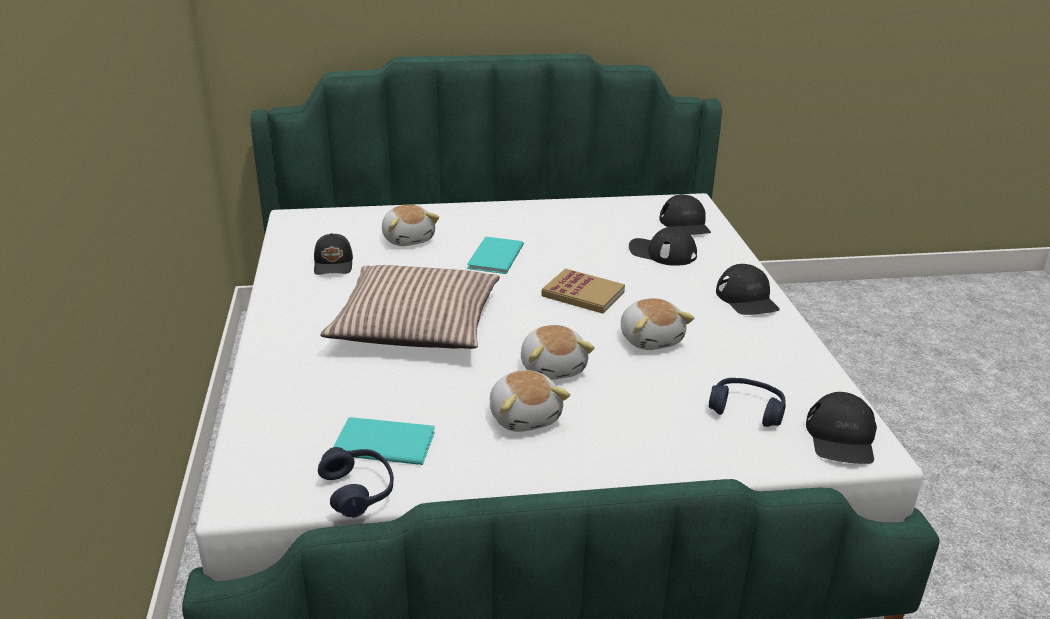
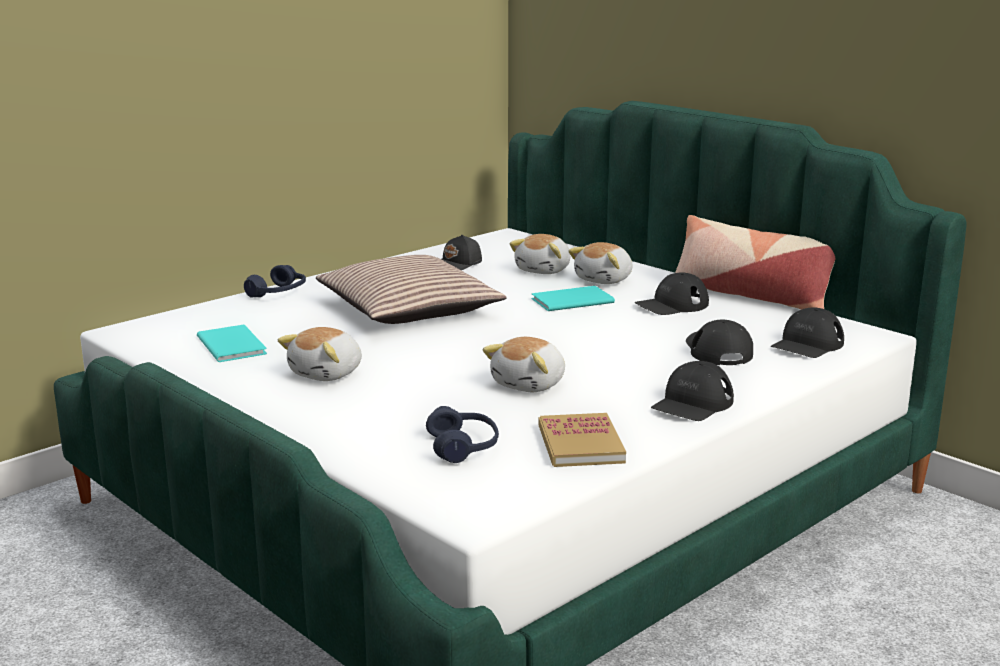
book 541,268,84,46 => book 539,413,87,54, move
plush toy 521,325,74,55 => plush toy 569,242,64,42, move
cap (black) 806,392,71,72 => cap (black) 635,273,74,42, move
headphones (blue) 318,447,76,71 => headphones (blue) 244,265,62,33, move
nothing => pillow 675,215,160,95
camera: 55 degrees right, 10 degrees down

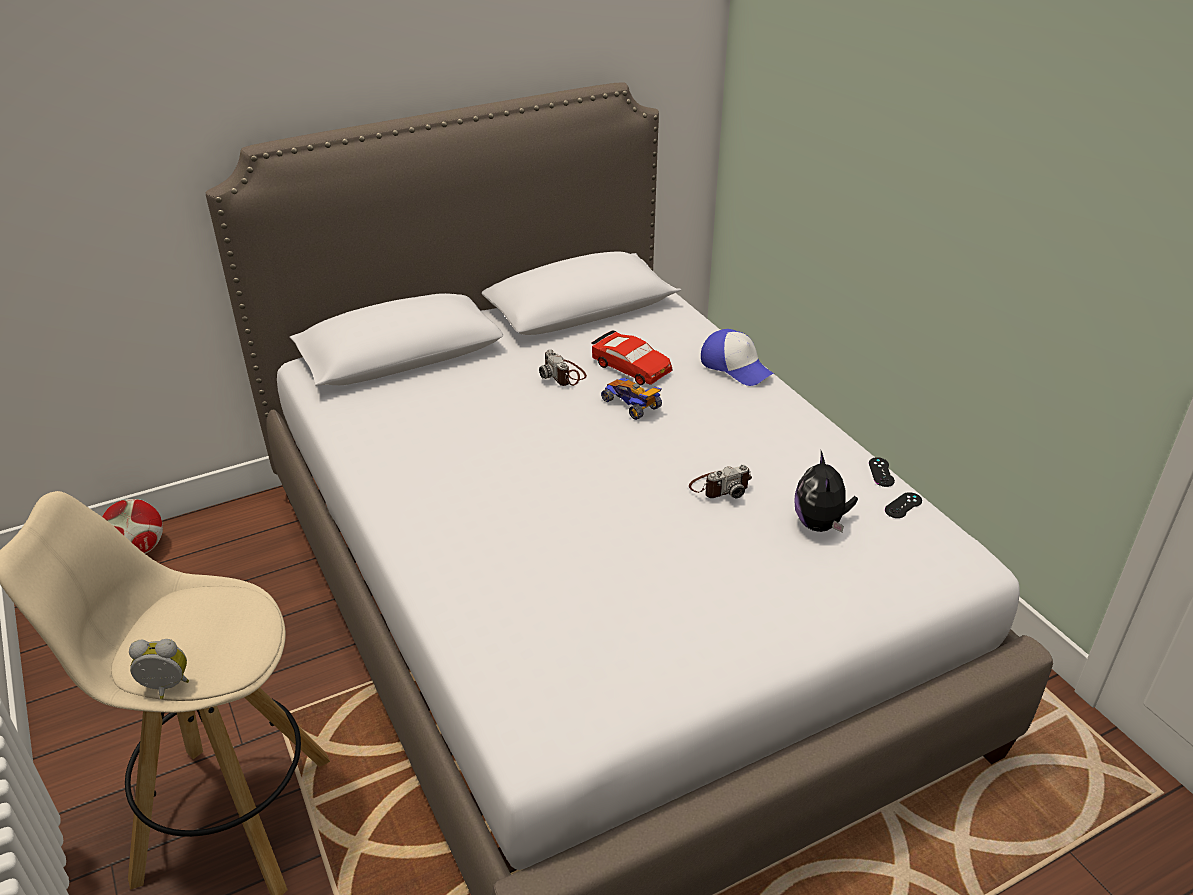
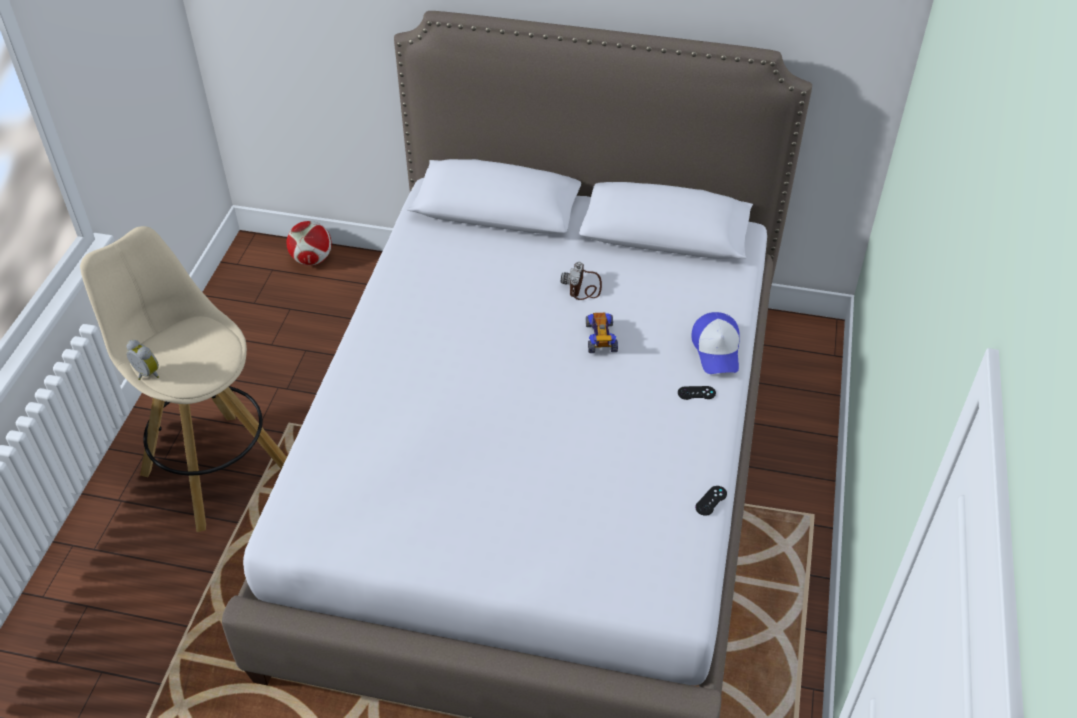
toy car (red) 591,330,81,55 => nothing
plush toy 795,451,63,82 => nothing
photo camera 689,465,63,33 => nothing
game controller (black) 885,492,37,26 => game controller (black) 678,386,38,14, move
camera: 40 degrees right, 10 degrees up

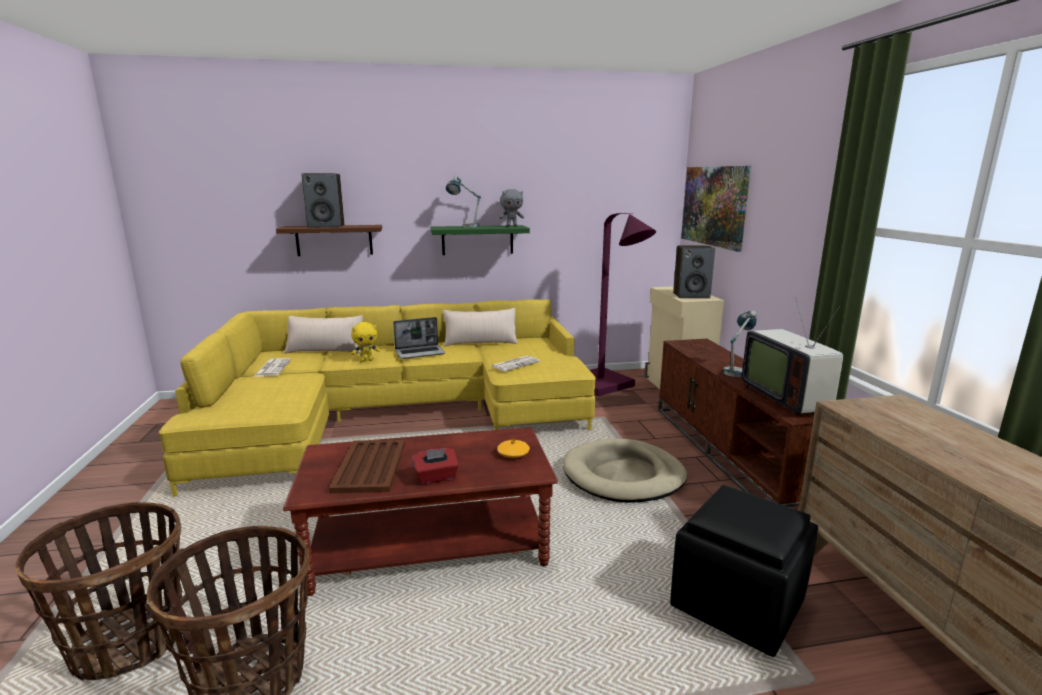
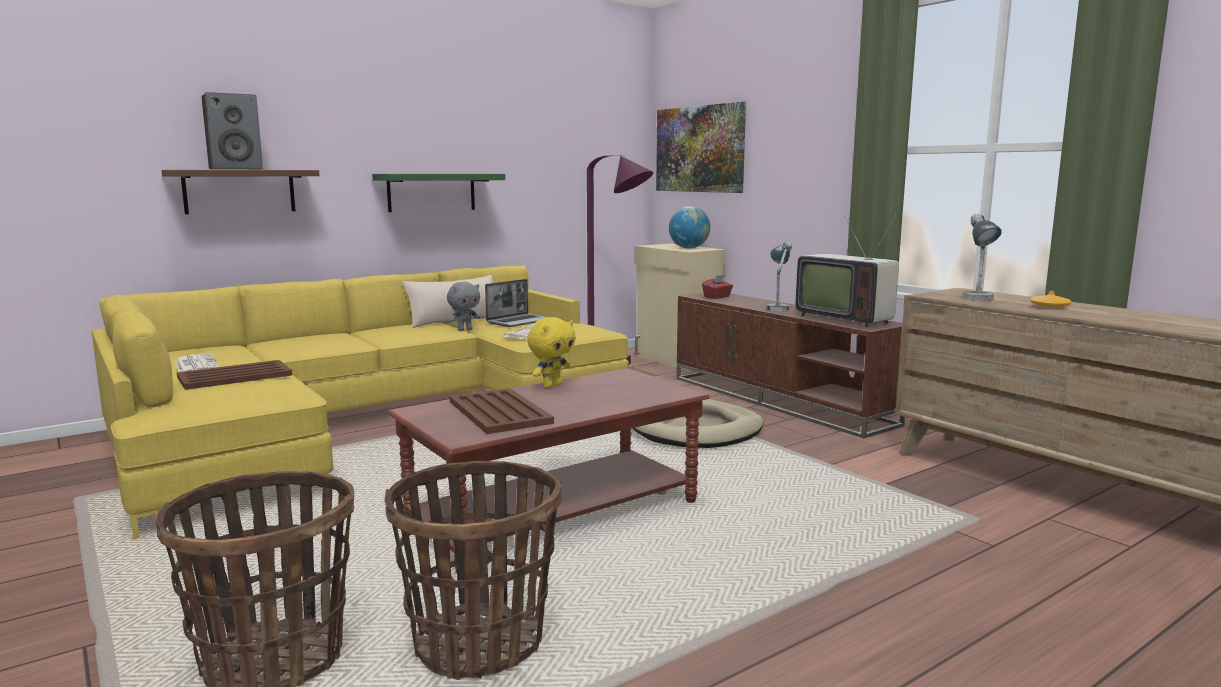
table lamp 446,176,35,52 => table lamp 962,214,40,87, move
plush toy (grey) 499,189,25,37 => plush toy (grey) 447,282,33,49, move
speaker 673,245,42,53 => globe 669,206,41,43
pillow (beige) 284,315,79,39 => nothing
laptop 393,317,52,42 => laptop 485,279,63,48, move
plush toy (yellow) 351,322,29,40 => plush toy (yellow) 527,317,49,71, move
vase (orange) 497,439,33,19 => vase (orange) 1030,291,42,17, move
tissue box (red) 412,448,47,36 => tissue box (red) 702,275,31,24, move
ottoman (black) 670,485,148,172 => nothing
nothing => tray (brown) 177,360,115,30
camera: 25 degrees left, 5 degrees down

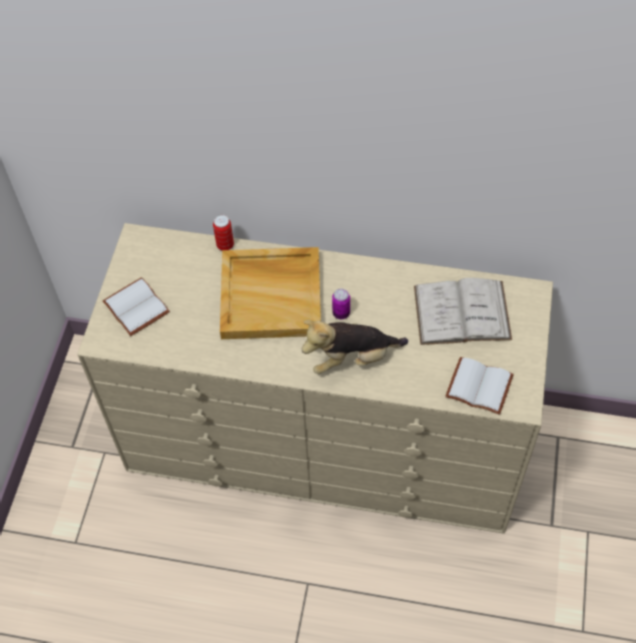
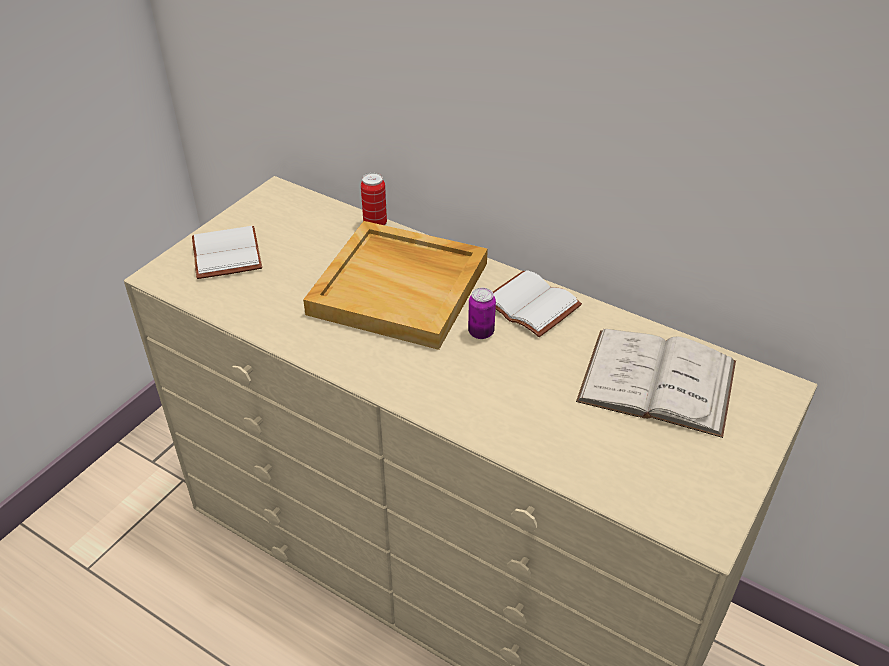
plush toy 302,320,106,54 => nothing
book (white) 445,357,69,58 => book (white) 493,270,89,67, move
camera: 20 degrees right, 15 degrees down

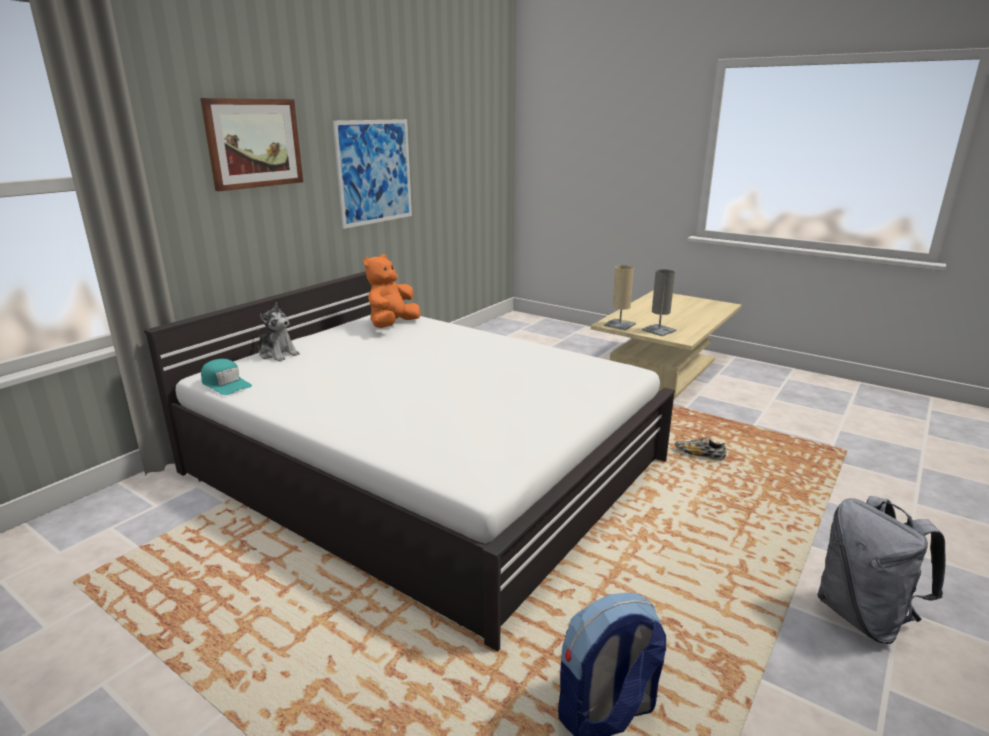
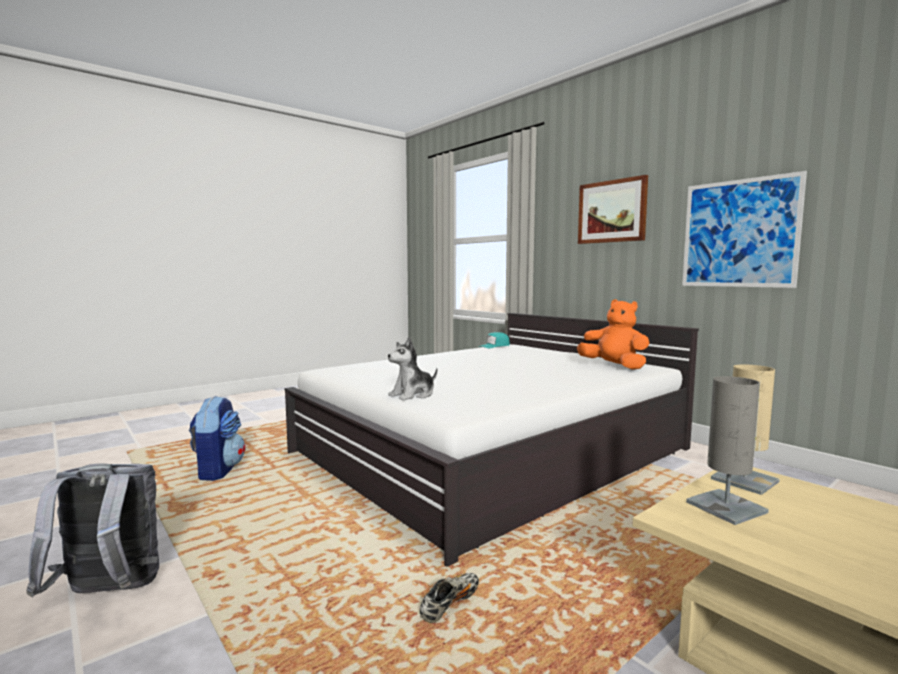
plush toy 257,302,43,59 => plush toy 388,337,50,63, move
camera: 105 degrees right, 15 degrees down

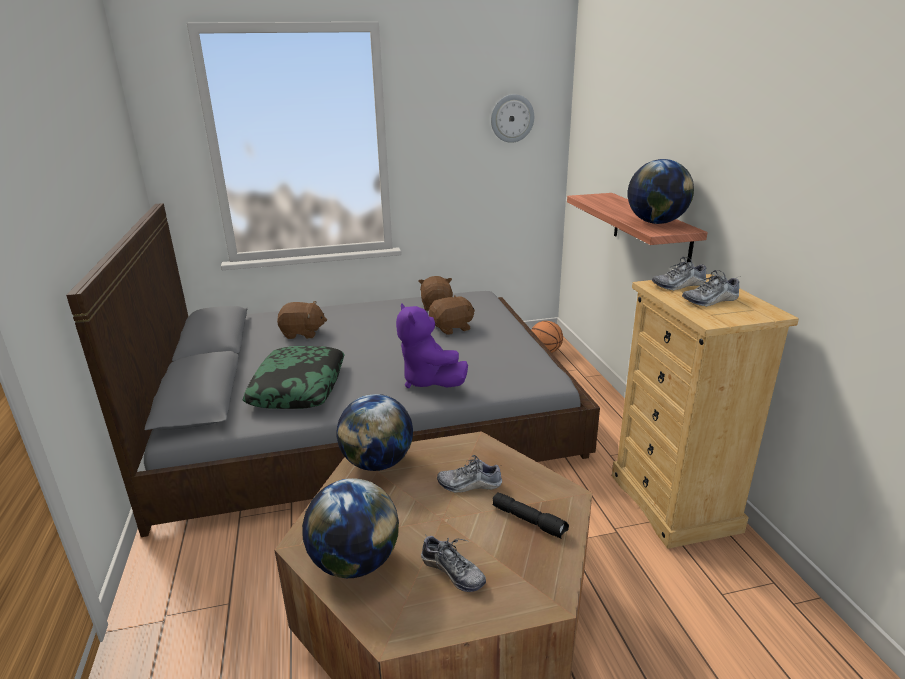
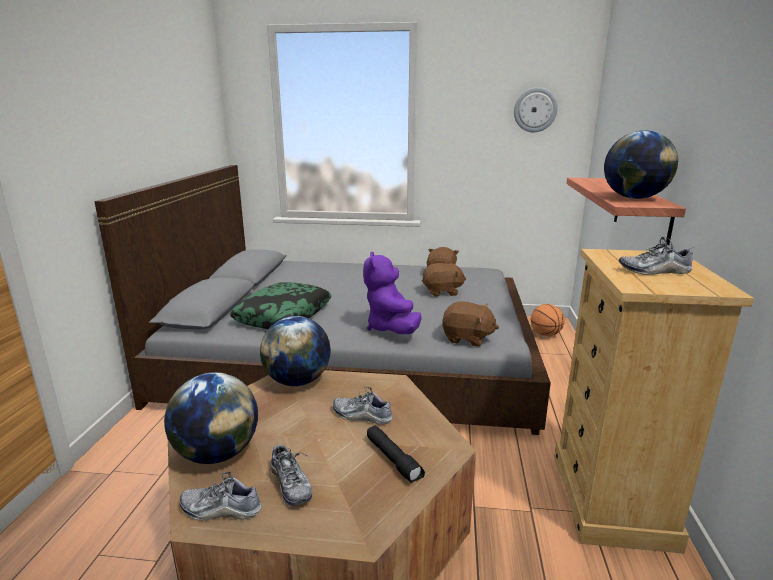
shoe 652,256,54,35 => shoe 180,472,81,48, move
plush toy (brown) 277,301,50,38 => plush toy (brown) 442,301,57,46, move
camera: 20 degrees right, 5 degrees down

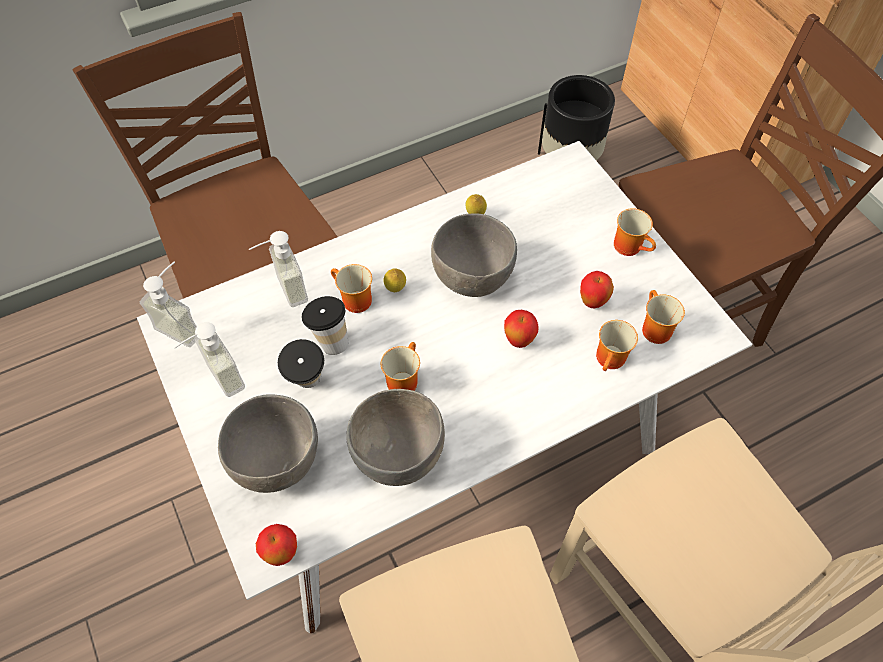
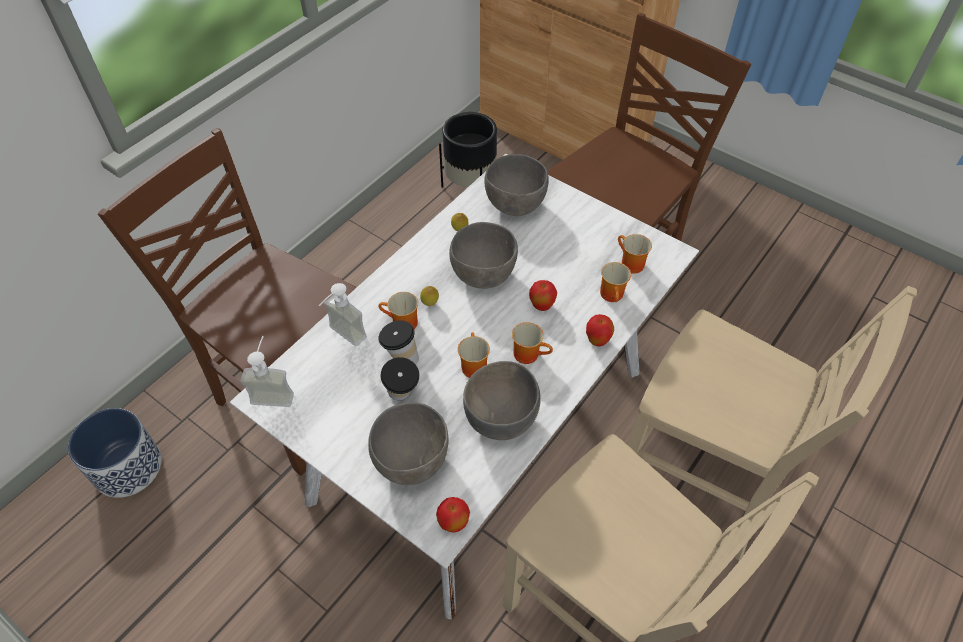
mug 614,208,42,48 => mug 512,322,41,42, move
apple 580,271,34,37 => apple 586,314,28,33, move
soap dispenser 174,322,71,75 => nothing
nothing => bowl (grey) 485,154,64,62
nothing => planter 68,408,93,90
camera: 25 degrees left, 5 degrees down

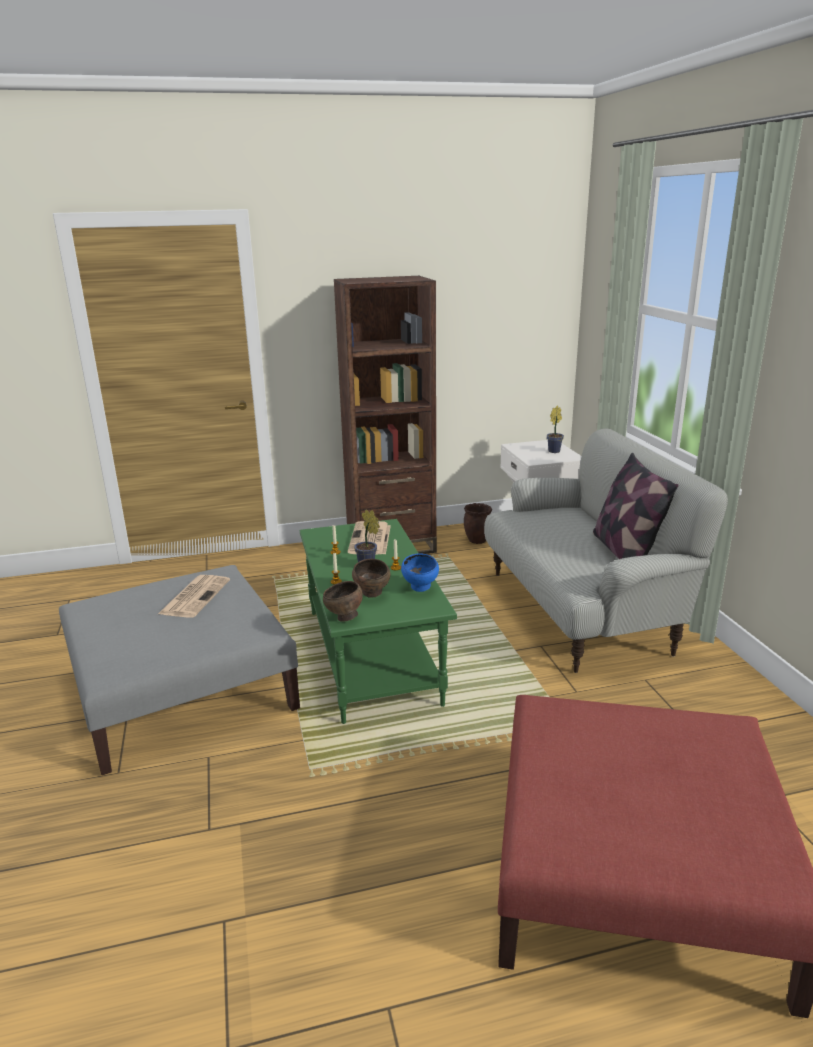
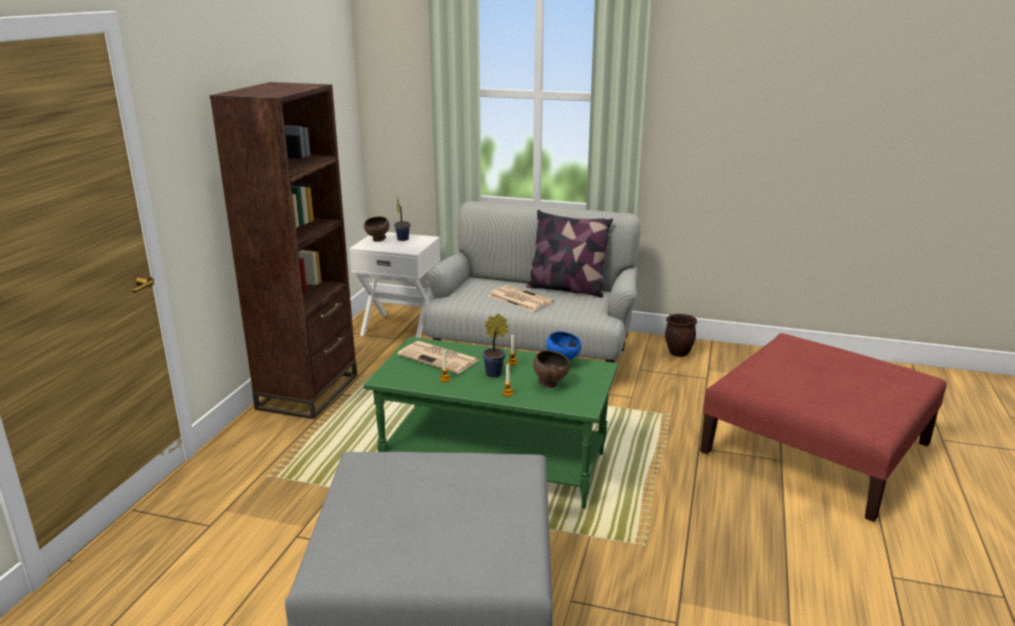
planter (brown) 464,503,28,41 => planter (brown) 665,314,32,43, move
newspaper 158,575,72,43 => newspaper 488,285,66,27, move
bowl (brown) 323,581,40,41 => bowl (brown) 364,216,25,26, move
camera: 60 degrees left, 0 degrees up

